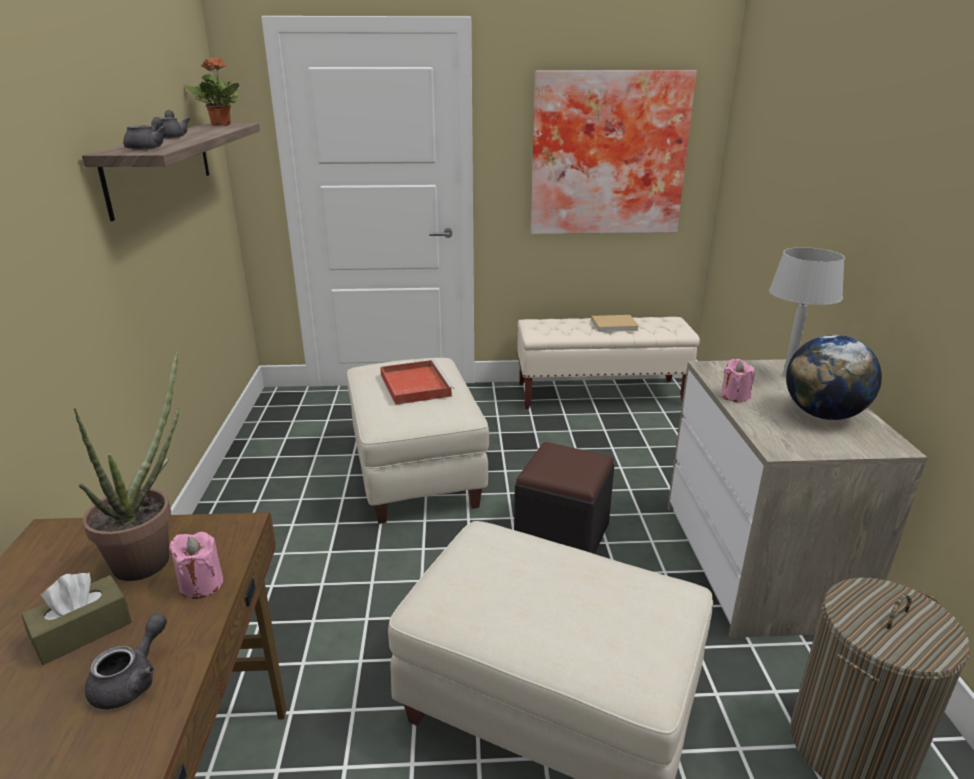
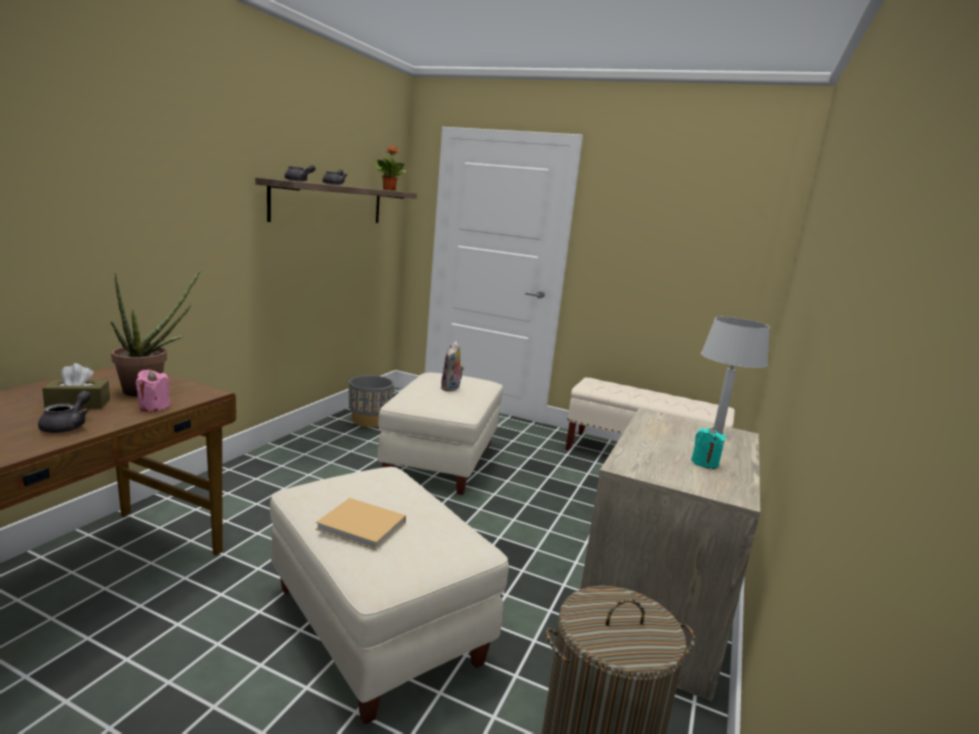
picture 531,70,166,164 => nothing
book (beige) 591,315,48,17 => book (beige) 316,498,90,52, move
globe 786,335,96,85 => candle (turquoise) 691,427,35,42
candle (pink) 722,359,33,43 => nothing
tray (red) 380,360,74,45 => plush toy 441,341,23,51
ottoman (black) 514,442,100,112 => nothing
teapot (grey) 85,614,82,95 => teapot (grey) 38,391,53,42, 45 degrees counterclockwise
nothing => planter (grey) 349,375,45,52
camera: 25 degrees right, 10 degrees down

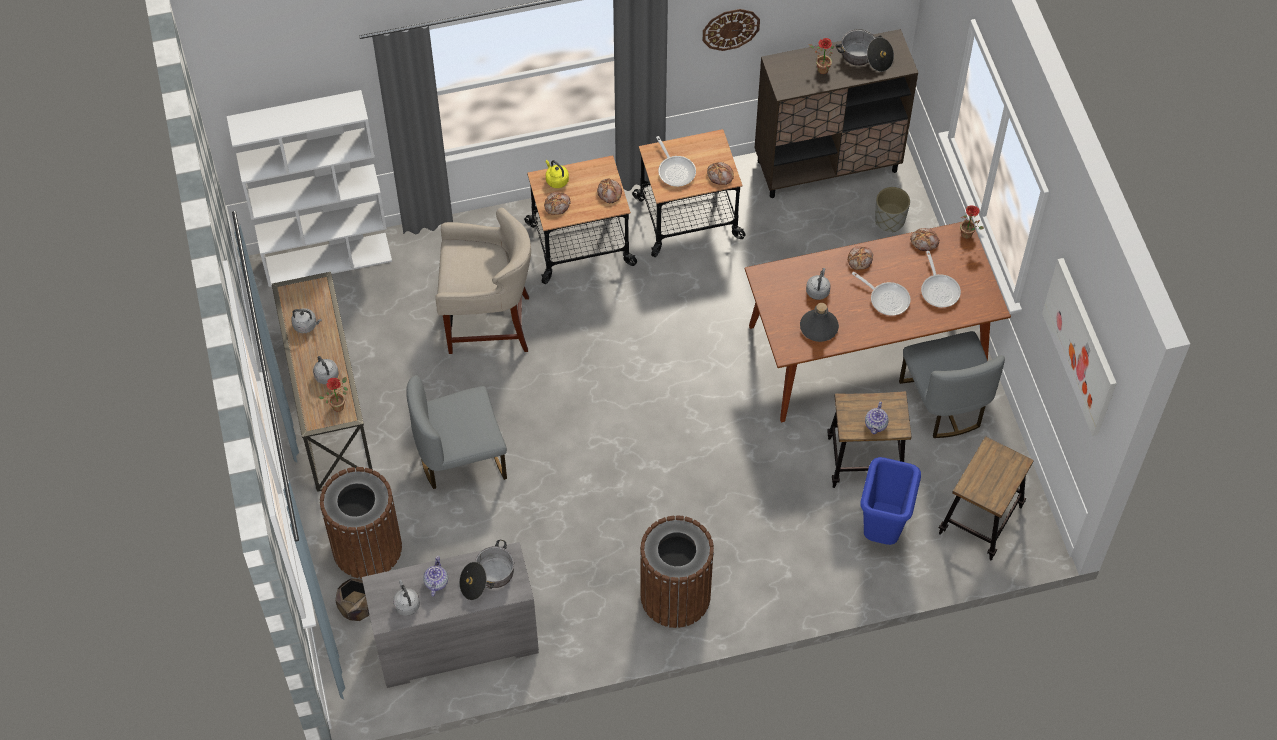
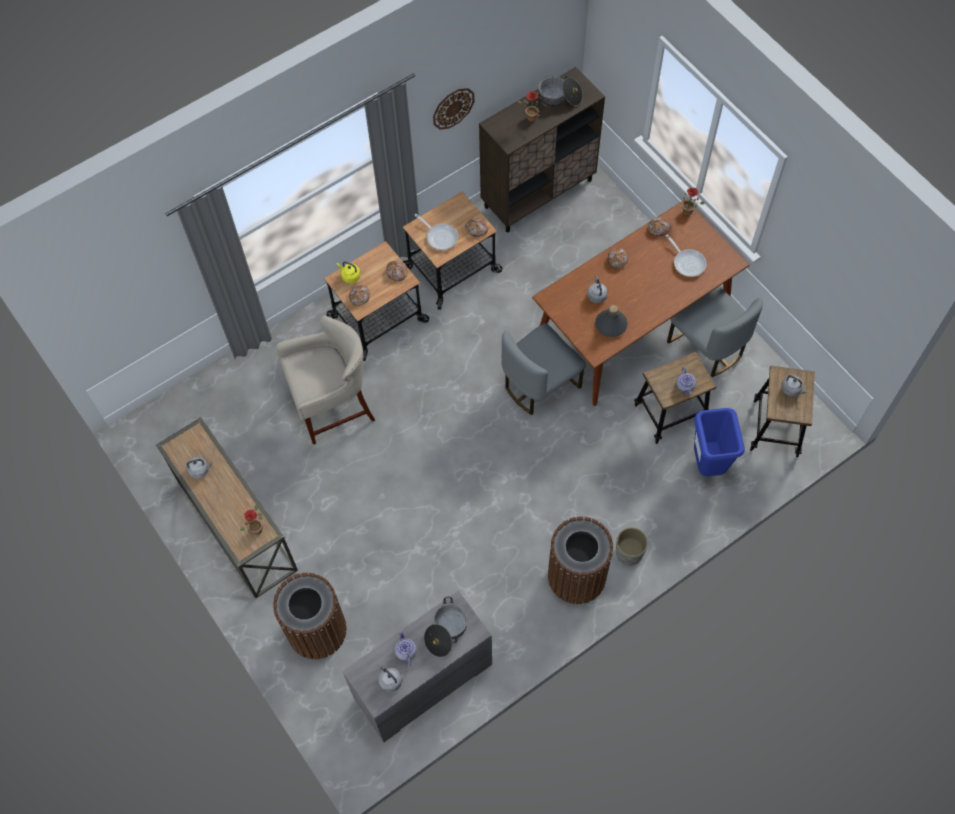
bookcase (white) 227,90,165,197 => nothing
planter (grey) 875,187,35,45 => planter (grey) 616,527,32,38, move
picture 1042,258,75,178 => nothing
frying pan 852,272,59,43 => nothing
kettle (grey) 313,356,26,28 => kettle (grey) 782,375,26,22, move
chair (grey) 406,375,101,114 => chair (grey) 501,323,85,92, move
planter (brown) 335,578,34,43 => nothing
camera: 20 degrees left, 5 degrees up

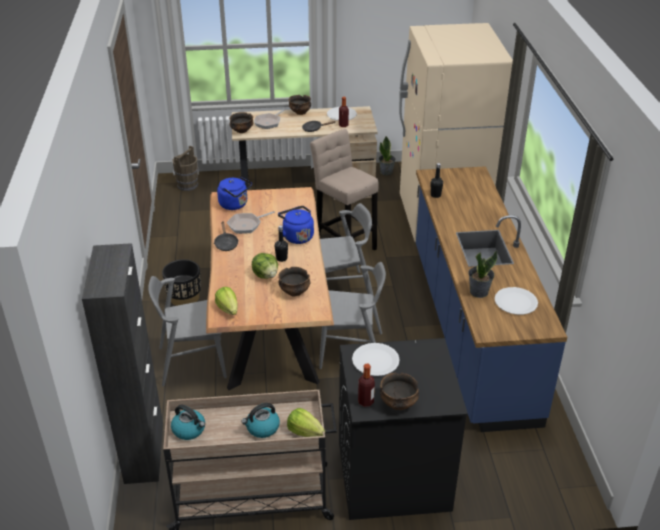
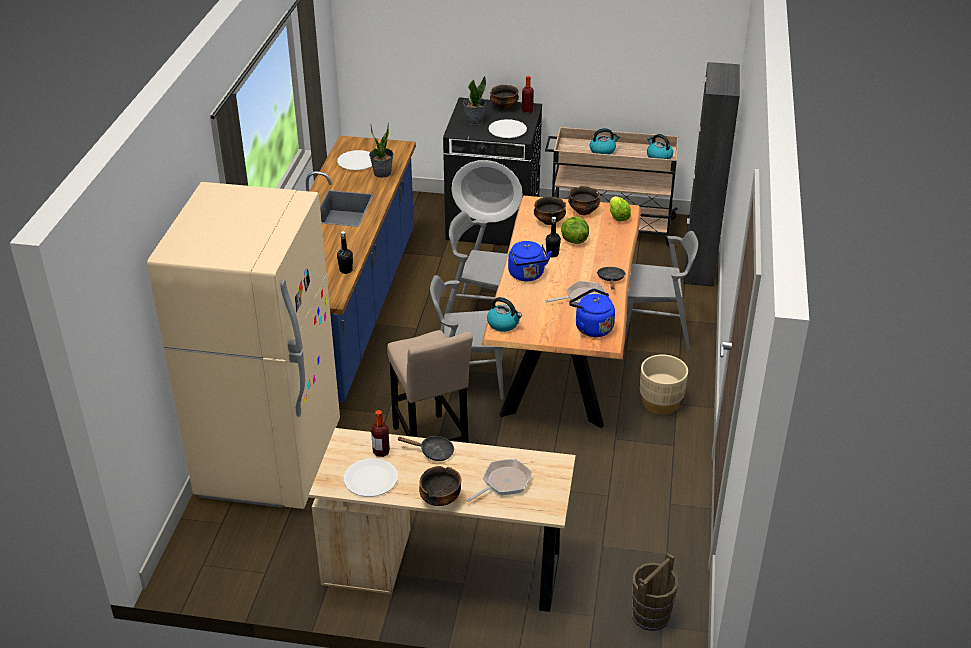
bowl 229,112,25,21 => bowl 568,186,32,29, move
potted plant 379,136,17,39 => potted plant 463,76,23,49, move
planter (black) 162,259,39,47 => planter (beige) 640,354,48,61
lettuce 287,408,38,29 => nothing
nothing => kettle 487,297,35,35
camera: 165 degrees left, 0 degrees up

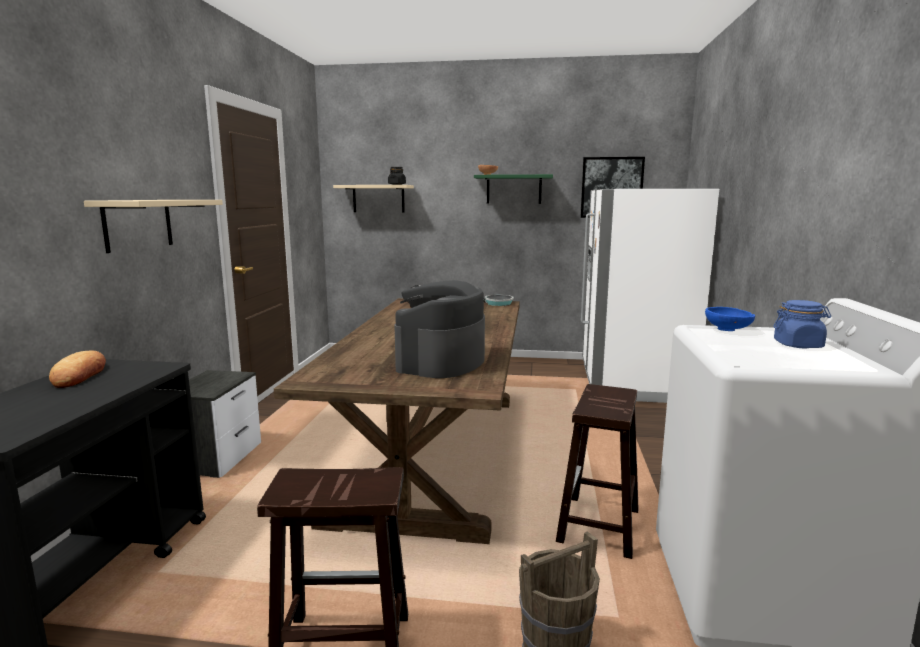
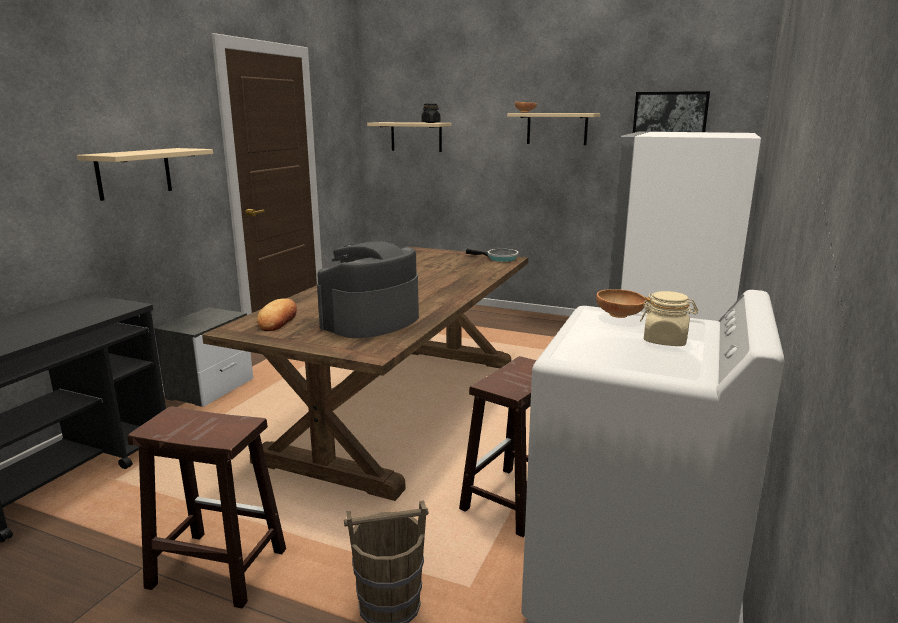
shelf (green) 474,174,79,30 => shelf (beige) 507,113,93,32
jar (blue) 773,300,58,48 => jar (beige) 640,291,58,55
bowl (blue) 705,307,50,24 => bowl (brown) 596,289,51,29
bread 49,351,57,37 => bread 257,298,40,33, move
camera: 15 degrees right, 5 degrees up

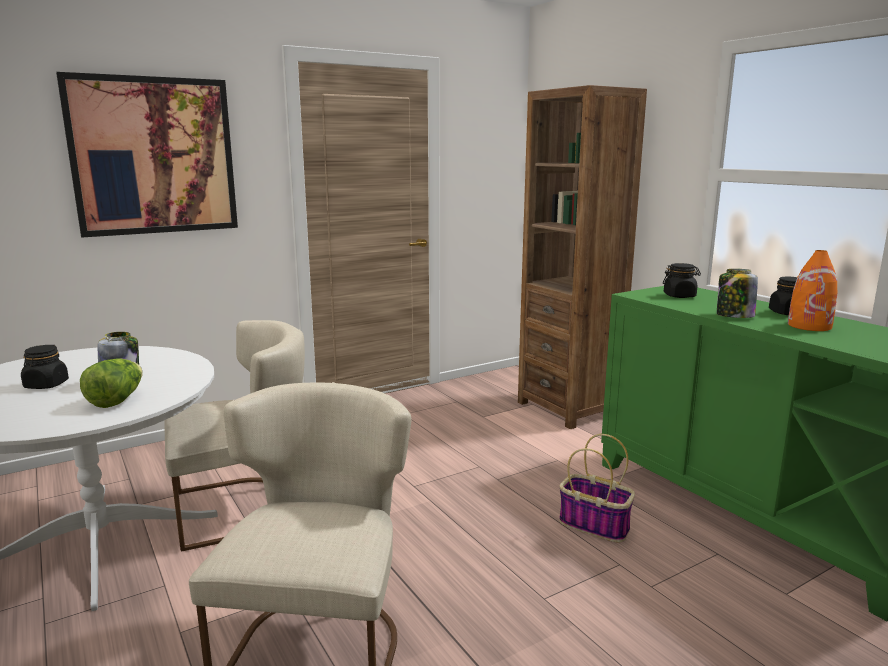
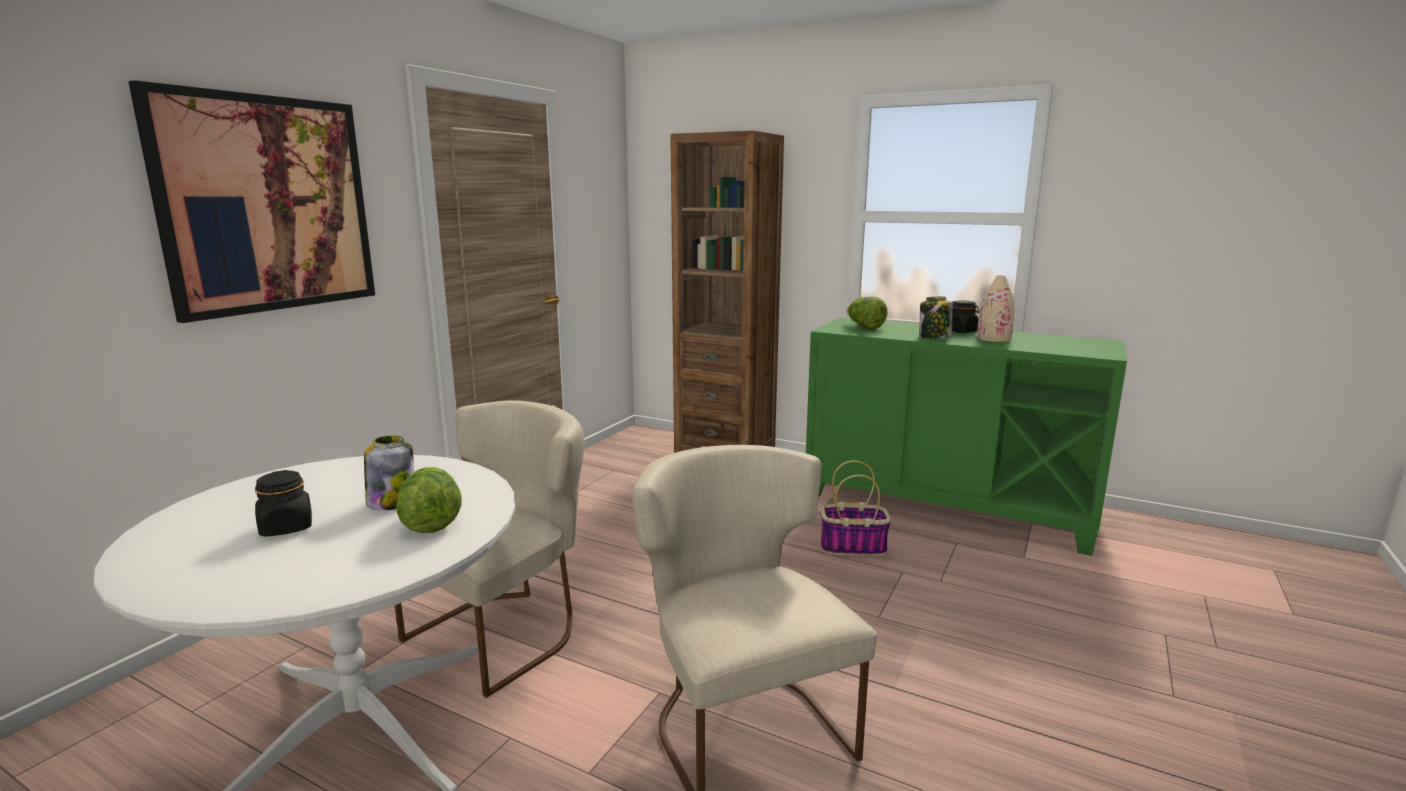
vase (orange) 788,250,49,81 => vase (beige) 977,276,37,66
jar (black) 663,263,38,35 => lettuce 846,297,42,32
camera: 30 degrees left, 0 degrees up

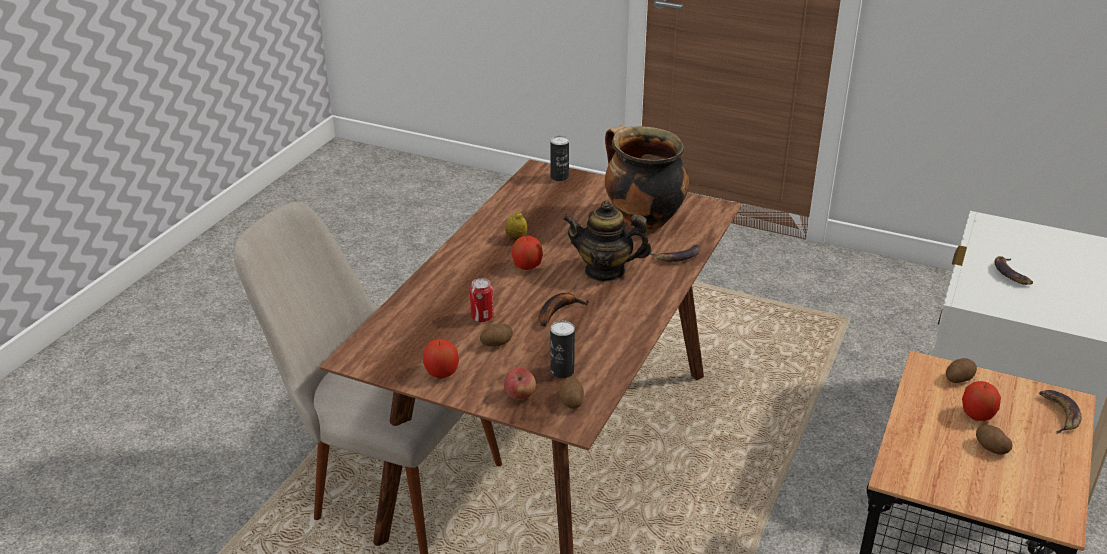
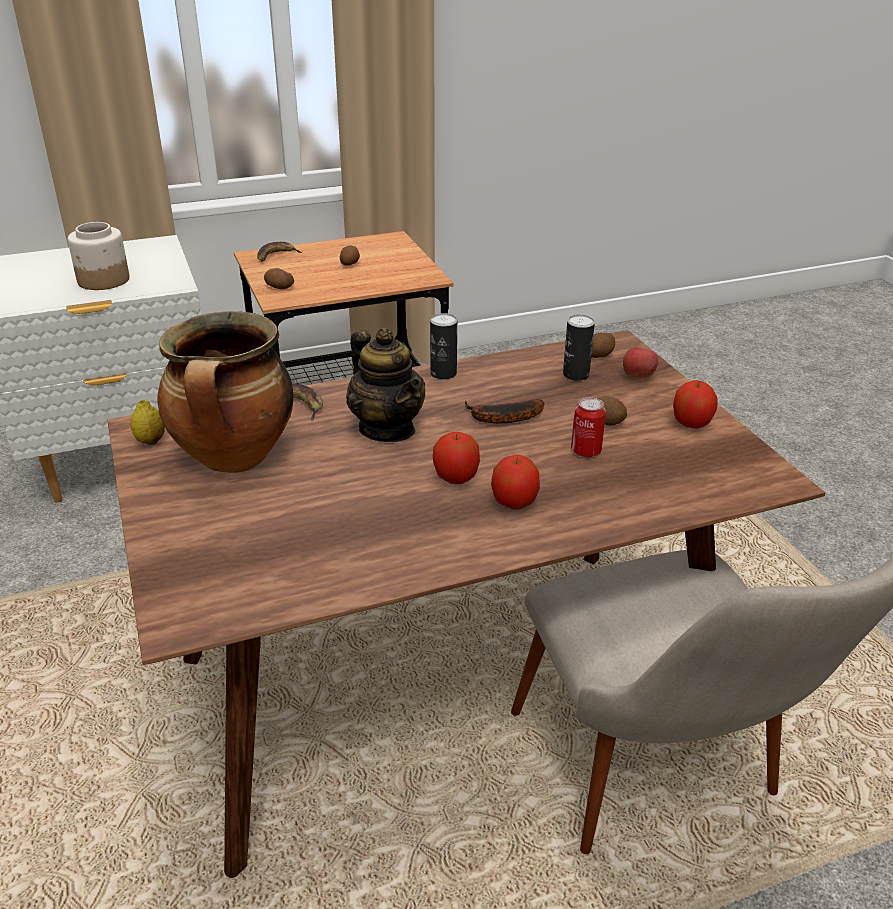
can 550,136,19,46 => can 430,313,27,67, move
lemon 505,212,22,29 => lemon 131,400,34,45, move
banana 994,256,39,29 => jar 68,222,61,68
apple 962,381,39,40 => apple 491,455,49,55, move
camera: 135 degrees left, 0 degrees up

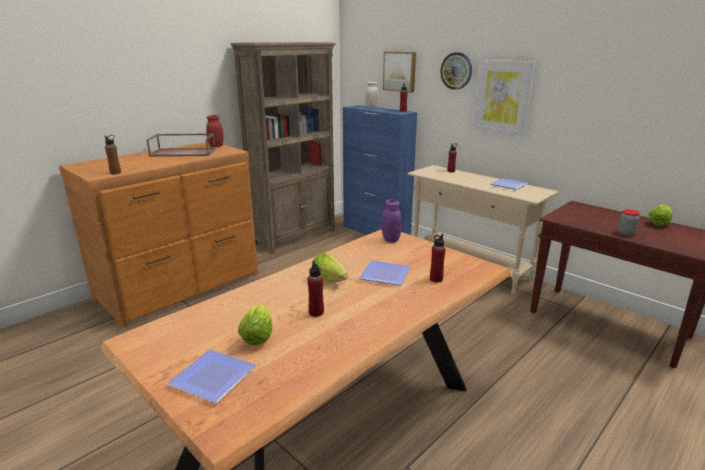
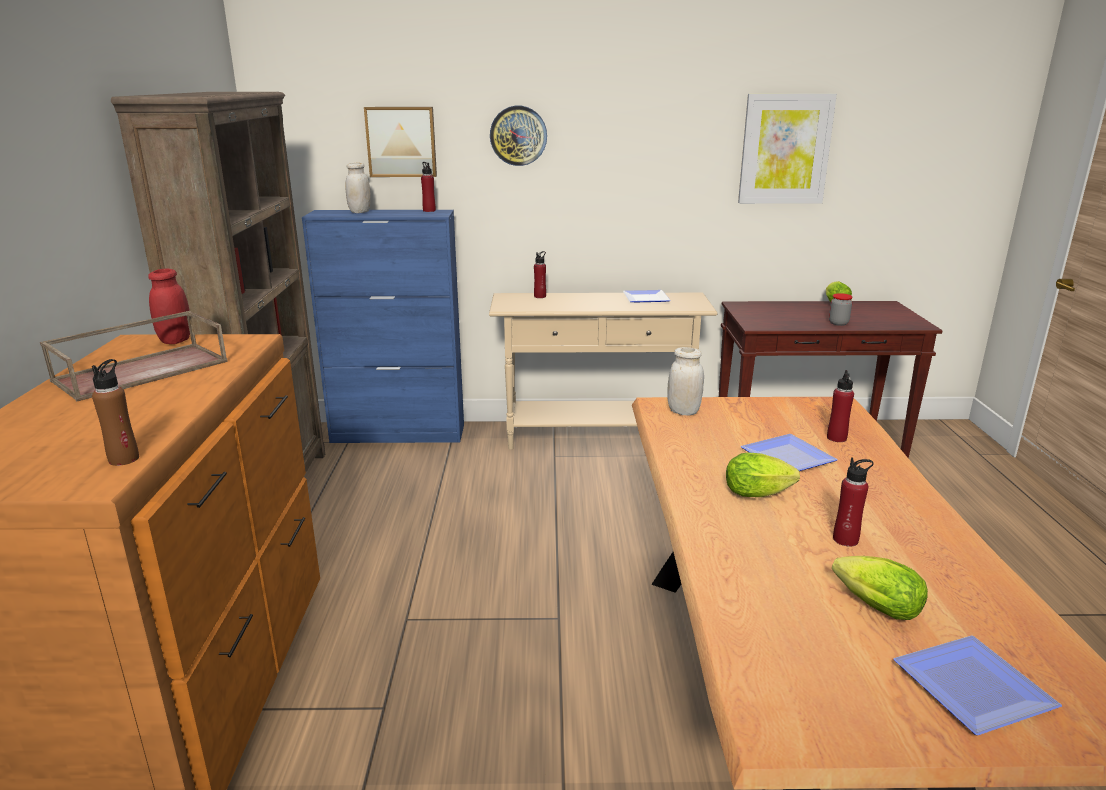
picture 473,60,62,76 => picture 738,94,99,110, move
jar (purple) 382,199,20,43 => jar (white) 667,347,37,68
camera: 45 degrees left, 0 degrees up

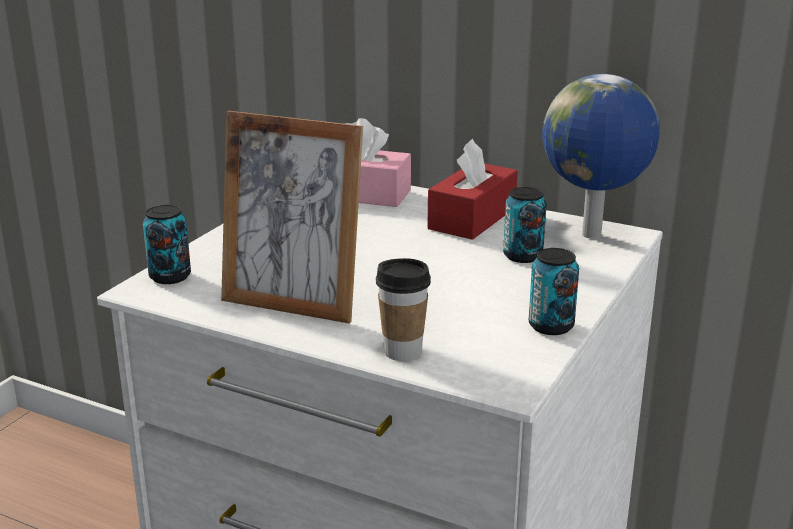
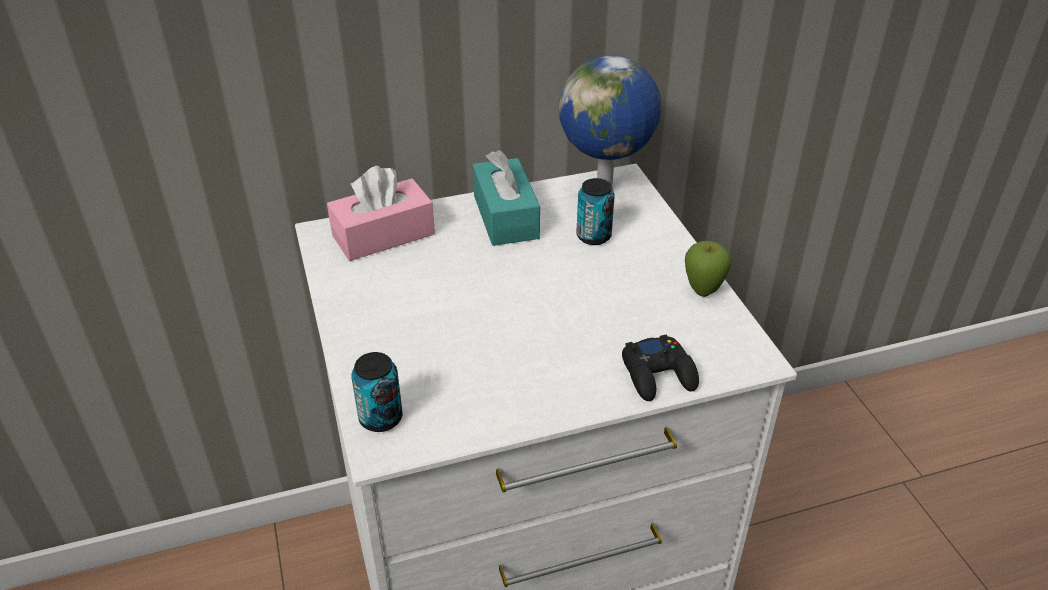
picture frame 221,111,142,212 => nothing
tissue box (red) 427,139,91,101 => tissue box (turquoise) 473,150,67,96
can 529,248,50,87 => apple 685,241,47,56
cup 376,258,55,103 => game controller (black) 622,334,77,67
camera: 45 degrees left, 15 degrees up

